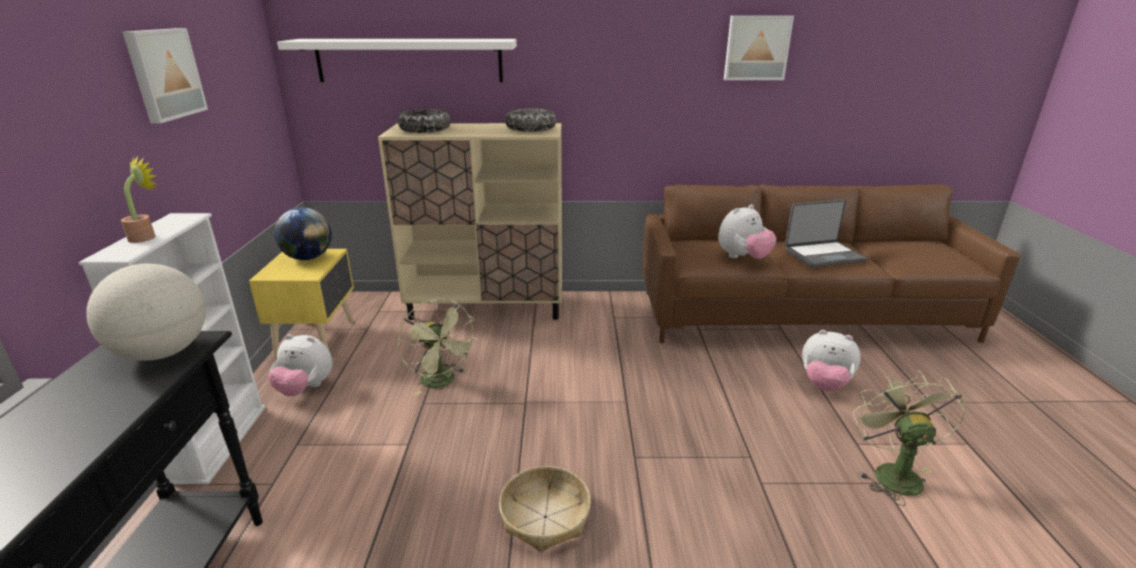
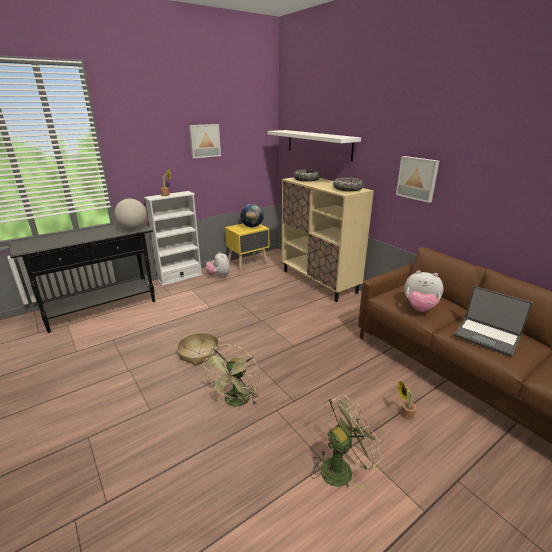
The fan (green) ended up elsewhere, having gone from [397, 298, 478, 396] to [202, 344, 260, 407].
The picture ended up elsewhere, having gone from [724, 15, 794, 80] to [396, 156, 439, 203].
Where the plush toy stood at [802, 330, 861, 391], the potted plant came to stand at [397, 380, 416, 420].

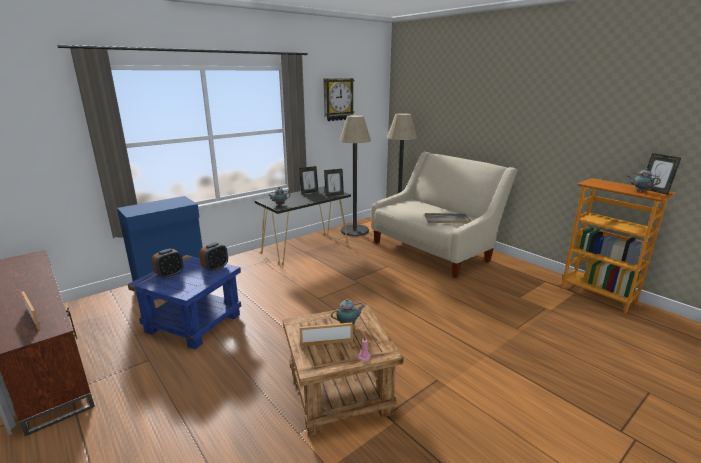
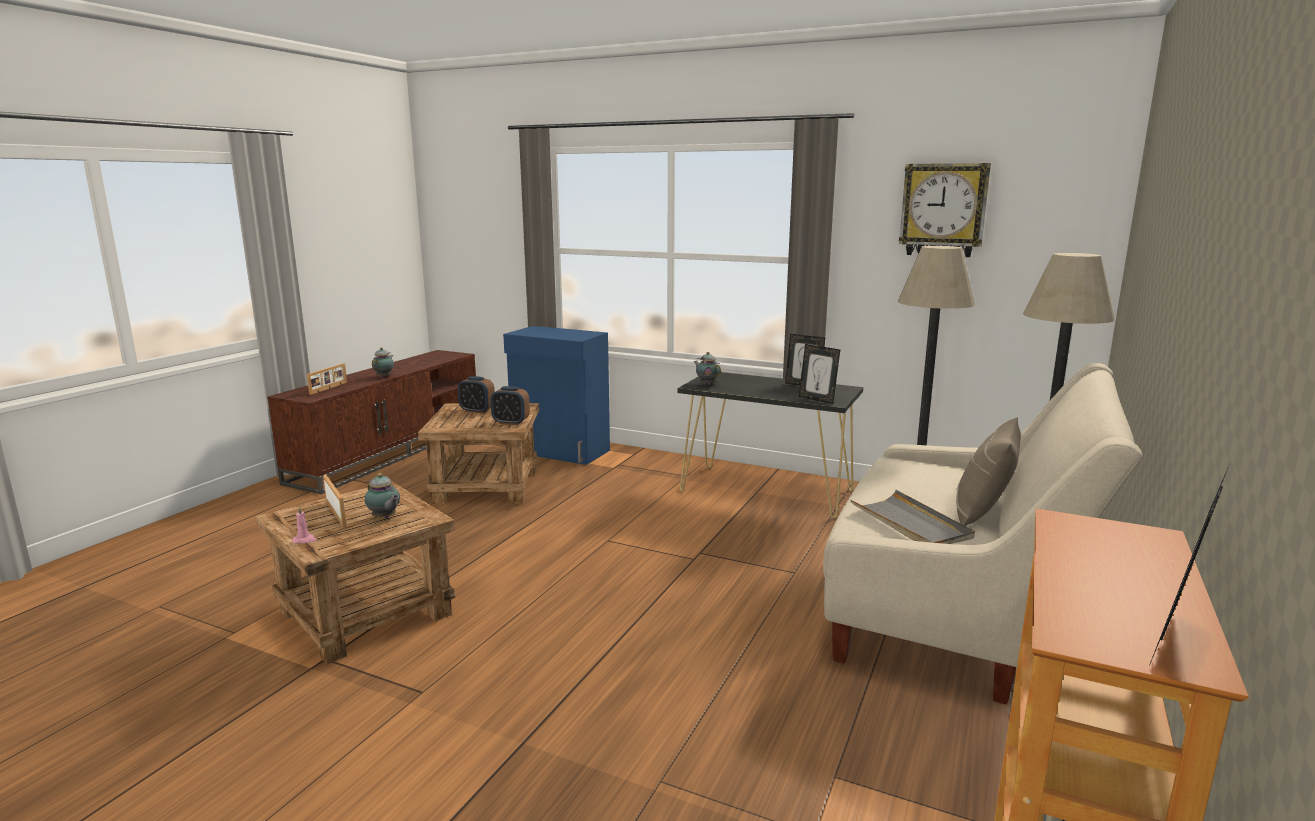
The second view gained the pillow (beige) at [956, 417, 1021, 526].
The teapot ended up elsewhere, having gone from [628, 168, 661, 192] to [372, 348, 394, 378].
What was the side table (blue) at [128, 255, 241, 349] turned into the side table (brown) at [418, 403, 539, 504].

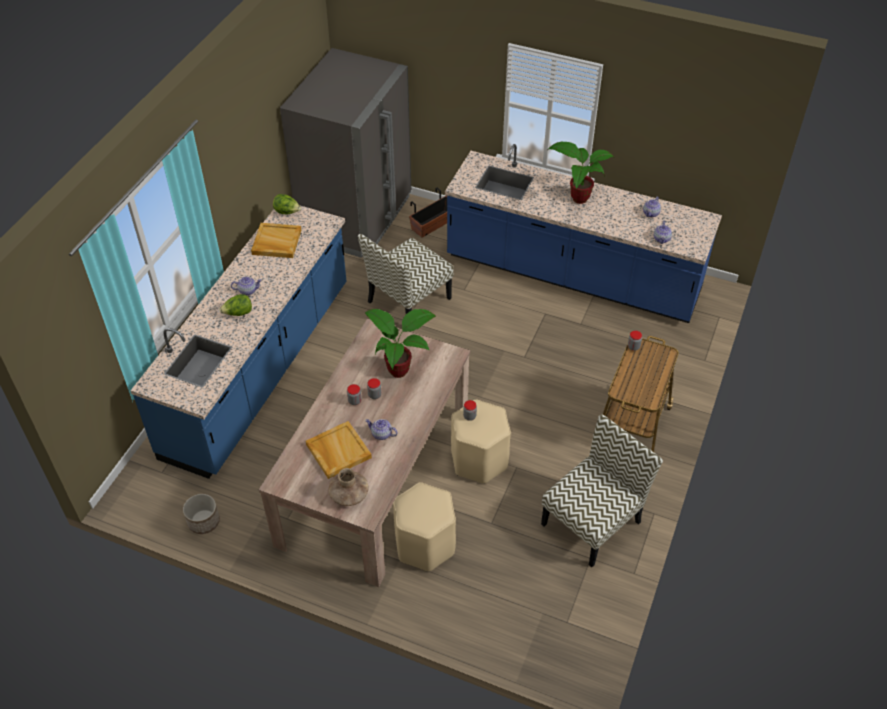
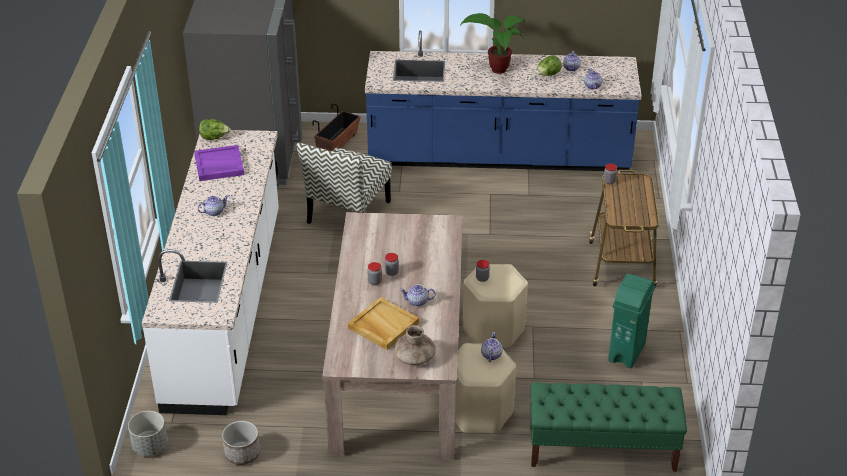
The second view lost the potted plant at [365, 309, 435, 378].
The second view gained the planter (grey) at [128, 411, 167, 456].
The second view gained the teapot at [481, 332, 503, 362].
The second view gained the bench (green) at [530, 383, 687, 472].
The lettuce ended up elsewhere, having gone from [220, 294, 252, 316] to [536, 55, 562, 76].
Where the chair stood at [541, 414, 663, 567], the trash can (green) came to stand at [608, 274, 655, 368].
What was the counter (blue) at [130, 206, 346, 479] turned into the counter (white) at [142, 130, 279, 415].
What was the tray (beige) at [251, 223, 301, 258] turned into the tray (purple) at [194, 145, 244, 181].

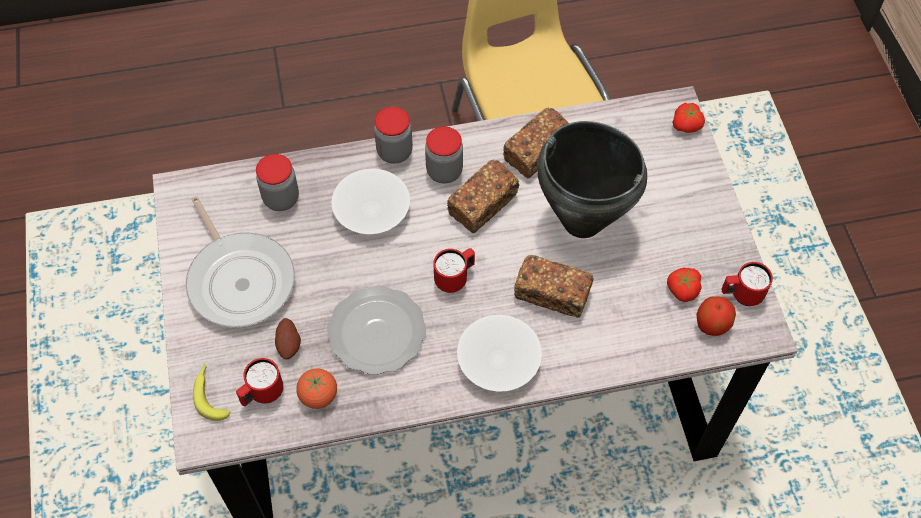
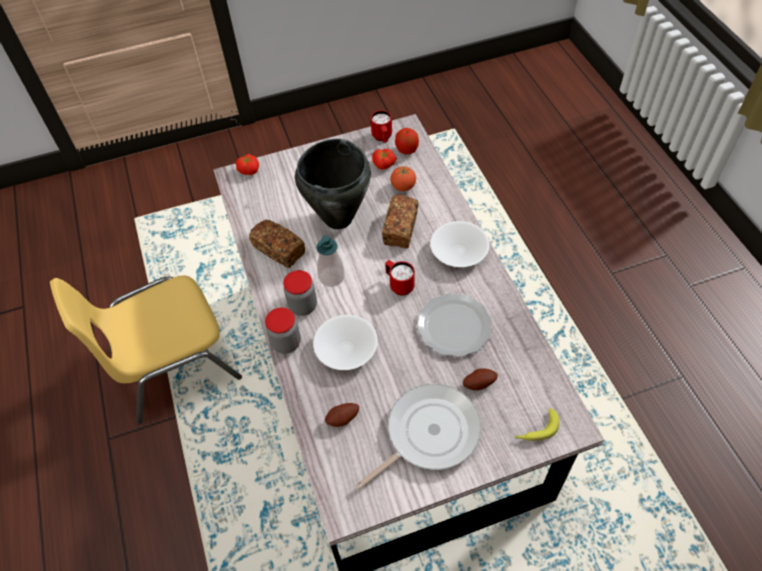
The second view lost the mug (red) at [236, 358, 283, 406].
The tomato ended up elsewhere, having gone from [296, 368, 337, 409] to [390, 166, 416, 191].
Where the jar stood at [256, 154, 299, 211], the potato came to stand at [325, 403, 359, 427].
Where the bread stood at [447, 160, 519, 233], the soap dispenser came to stand at [317, 235, 345, 287].

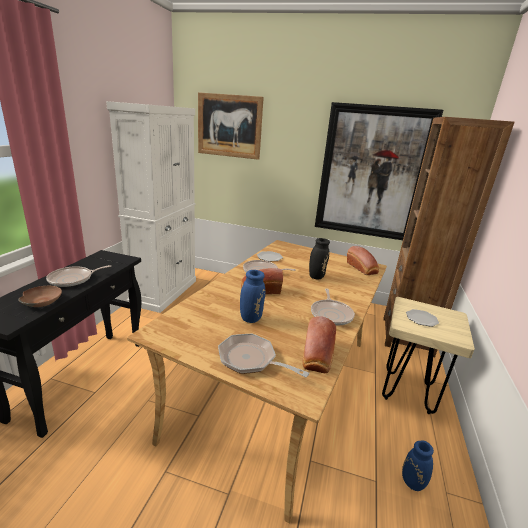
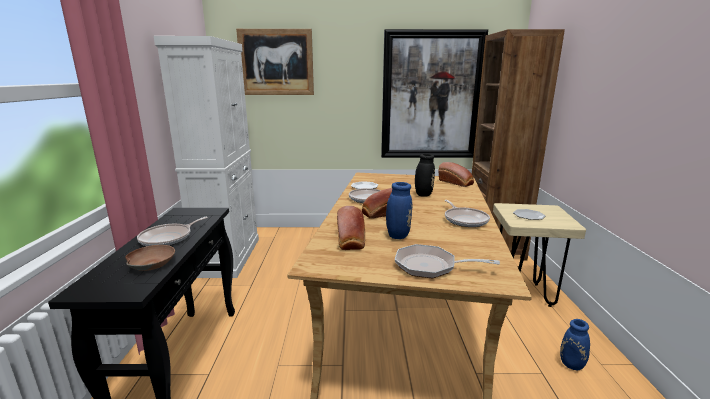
The bread ended up elsewhere, having gone from [302, 316, 336, 373] to [337, 206, 365, 250].

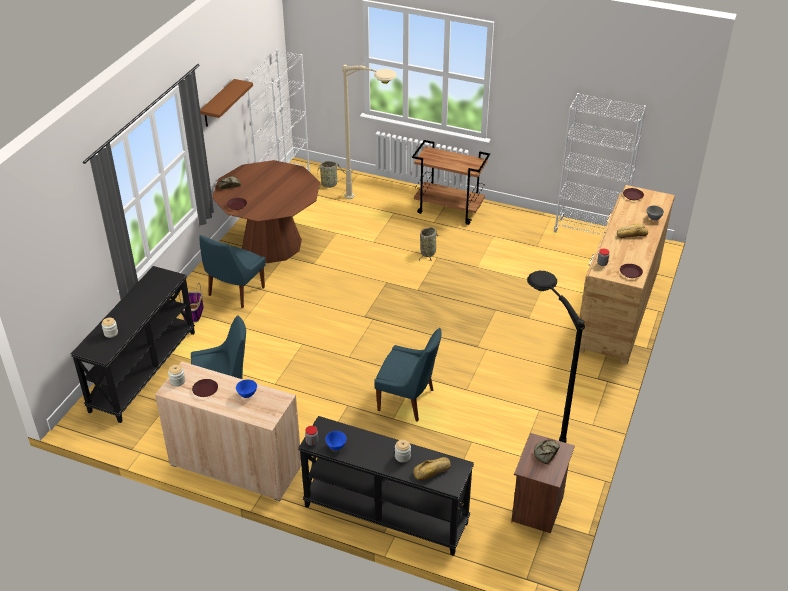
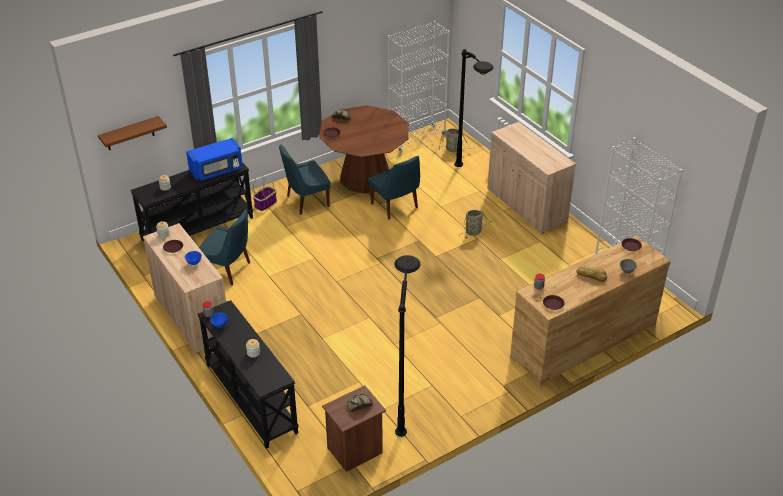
The second view lost the bread at [413, 457, 451, 480].
The second view gained the microwave (blue) at [186, 138, 243, 180].
The shelf (brown) ended up elsewhere, having gone from [200, 79, 253, 127] to [98, 116, 167, 150].
The chair (blue) ended up elsewhere, having gone from [374, 328, 442, 422] to [368, 156, 420, 220].
Where the cart (brown) stood at [412, 140, 490, 225], the cabinet (beige) came to stand at [487, 122, 576, 234].
What was the floor lamp (beige) at [342, 65, 396, 199] turned into the floor lamp (black) at [454, 49, 494, 167].

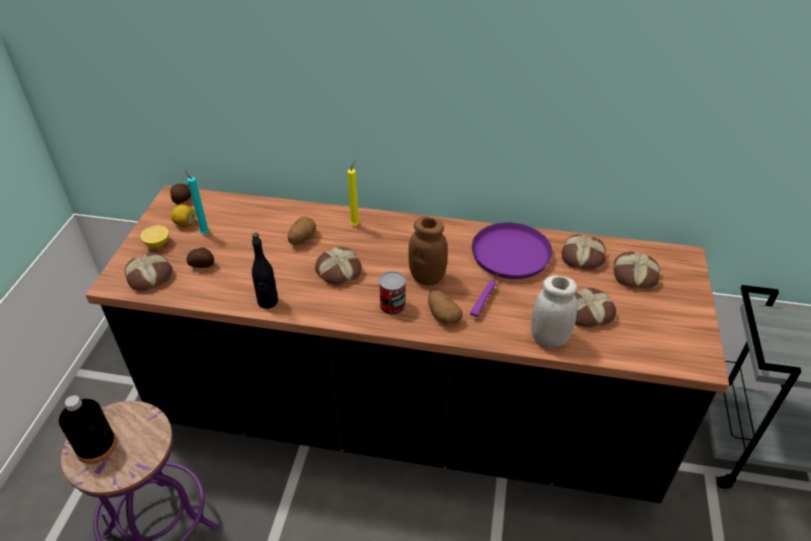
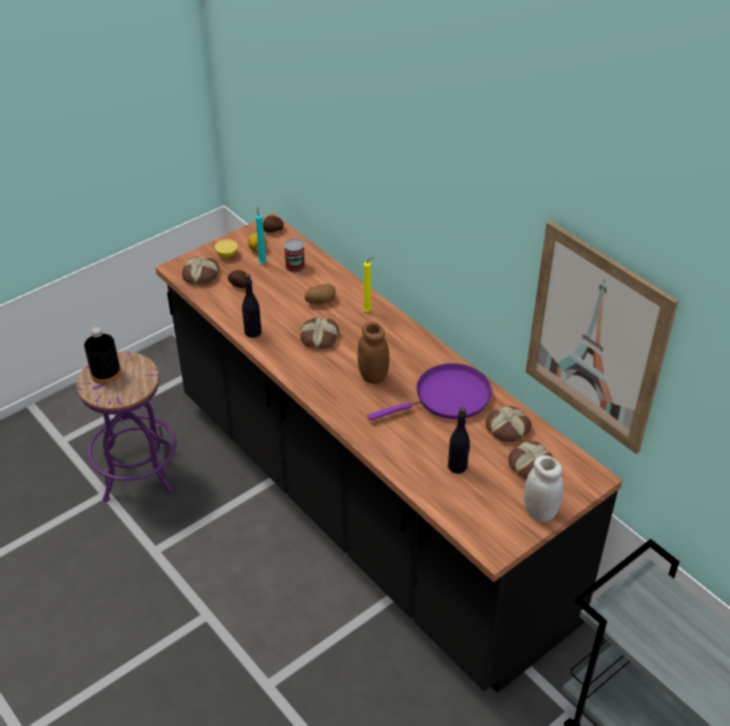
The second view lost the potato at [428, 290, 463, 324].
The second view gained the picture at [526, 221, 678, 454].
The can ended up elsewhere, having gone from [379, 271, 406, 315] to [284, 239, 305, 273].
The jar (white) ended up elsewhere, having gone from [531, 275, 578, 347] to [523, 455, 564, 522].
Where the bread stood at [574, 288, 616, 327], the bottle (black) came to stand at [448, 407, 470, 474].

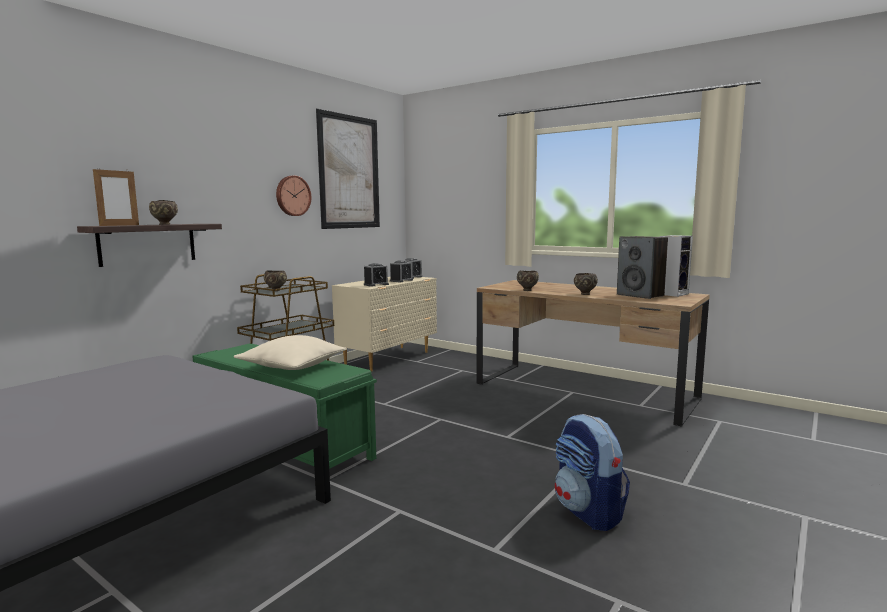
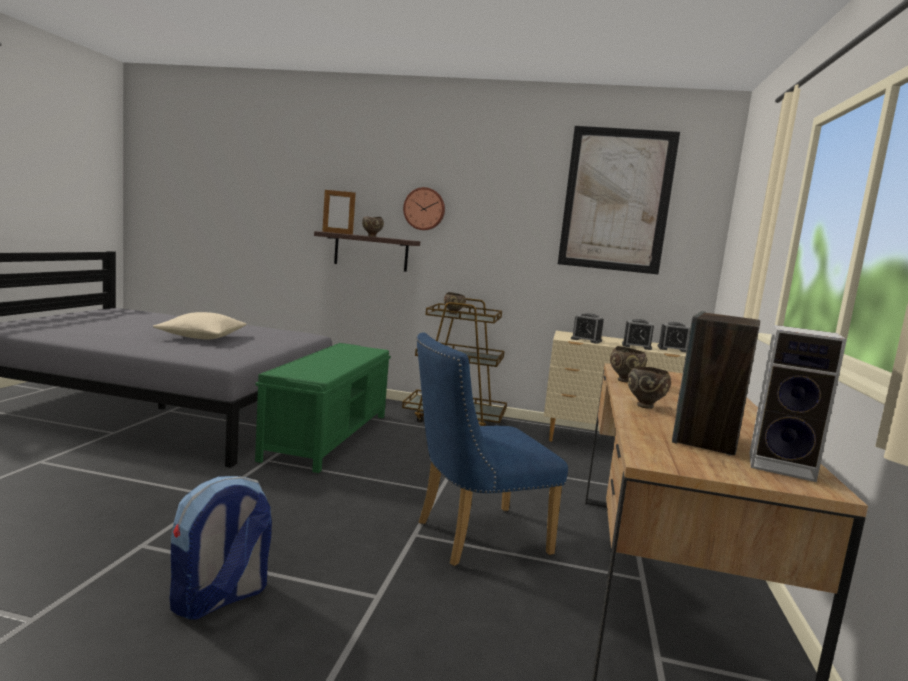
The second view gained the chair (blue) at [417, 332, 568, 566].
The pillow (beige) ended up elsewhere, having gone from [233, 335, 347, 370] to [153, 312, 247, 339].
The wall clock ended up elsewhere, having gone from [276, 175, 311, 216] to [403, 187, 445, 230].

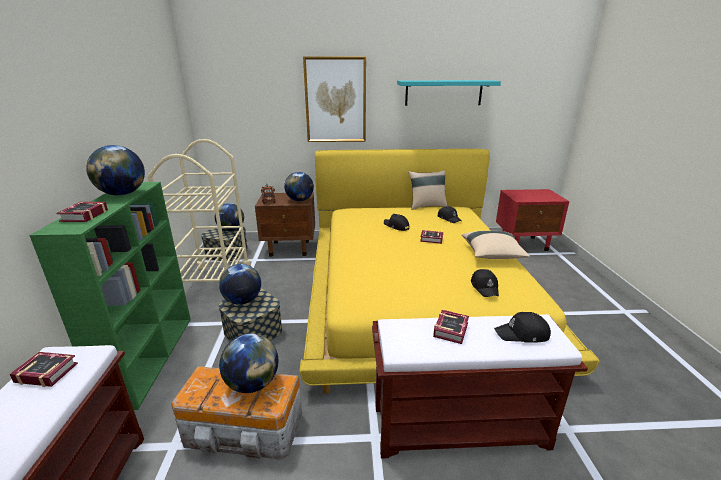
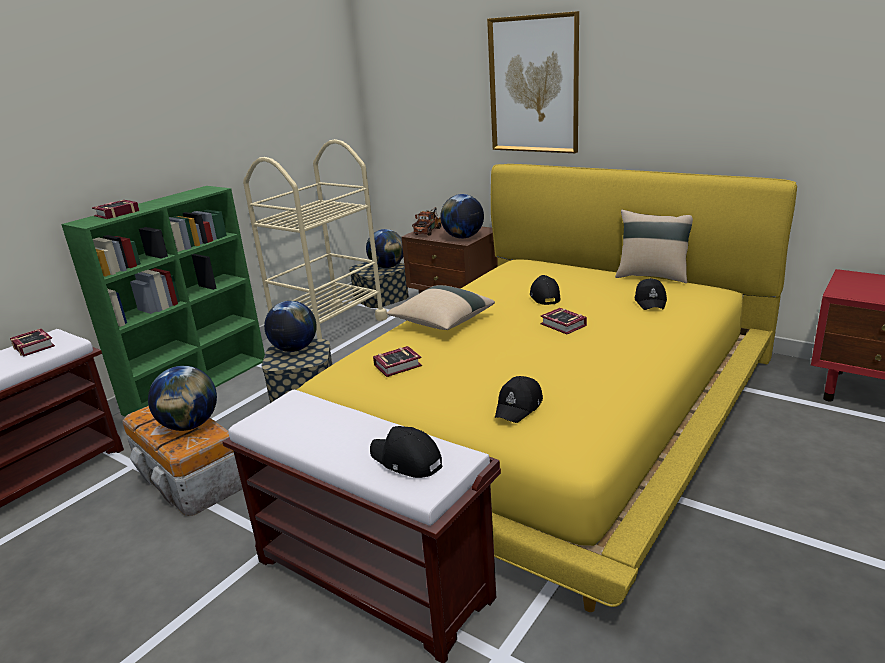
The second view lost the globe at [86, 145, 145, 196].
The second view lost the shelf (turquoise) at [397, 80, 501, 106].
The book ended up elsewhere, having gone from [433, 310, 469, 344] to [373, 346, 422, 377].
The pillow (beige) ended up elsewhere, having gone from [462, 231, 530, 259] to [386, 285, 495, 330].

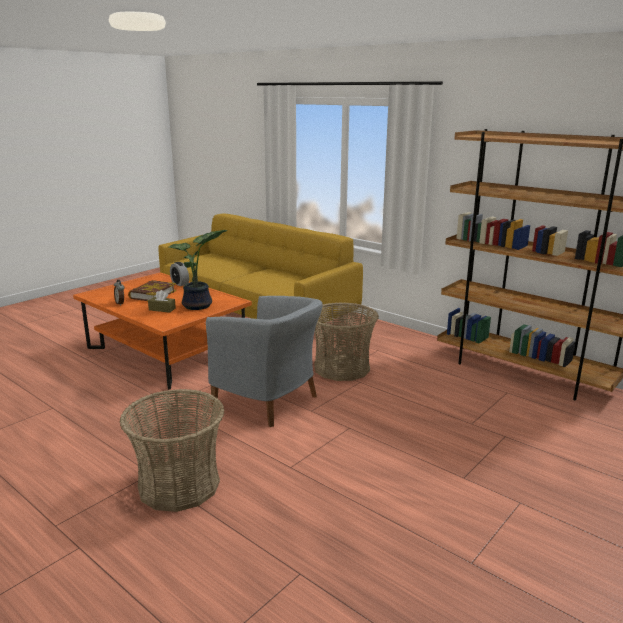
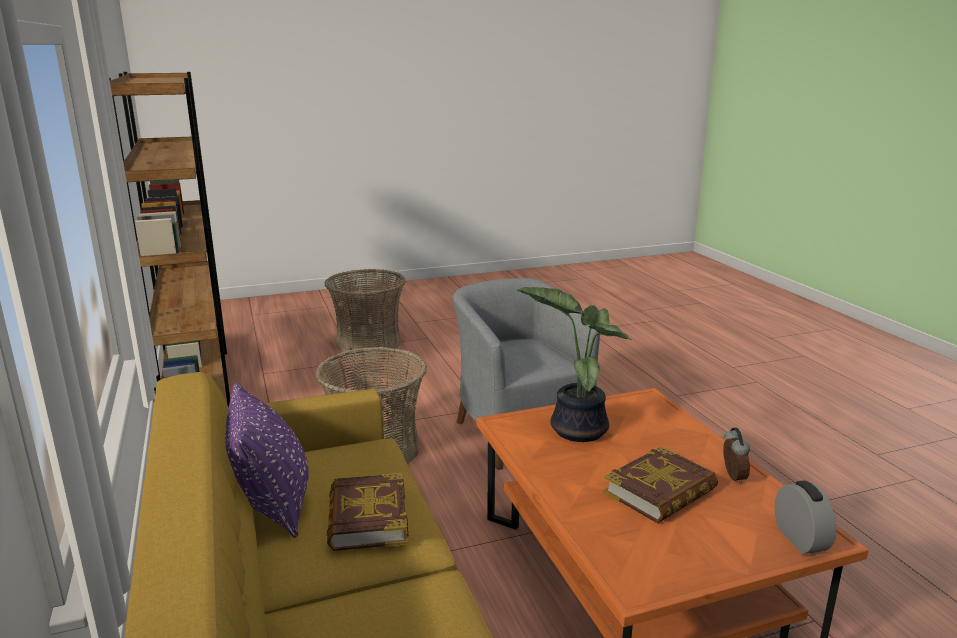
The second view lost the tissue box (brown) at [148, 290, 176, 313].
The second view gained the pillow (purple) at [225, 382, 309, 538].
The second view gained the book at [327, 473, 408, 551].
The basket ended up elsewhere, having gone from [120, 389, 224, 512] to [325, 269, 406, 356].
The alarm clock ended up elsewhere, having gone from [170, 262, 189, 286] to [775, 481, 837, 554].

